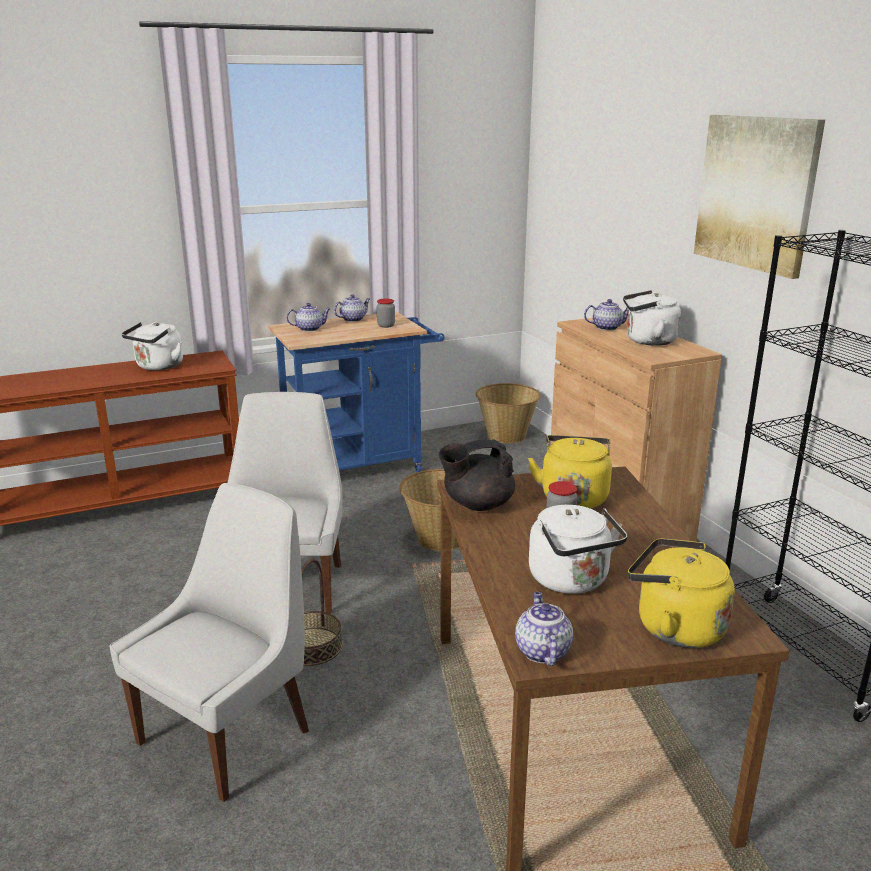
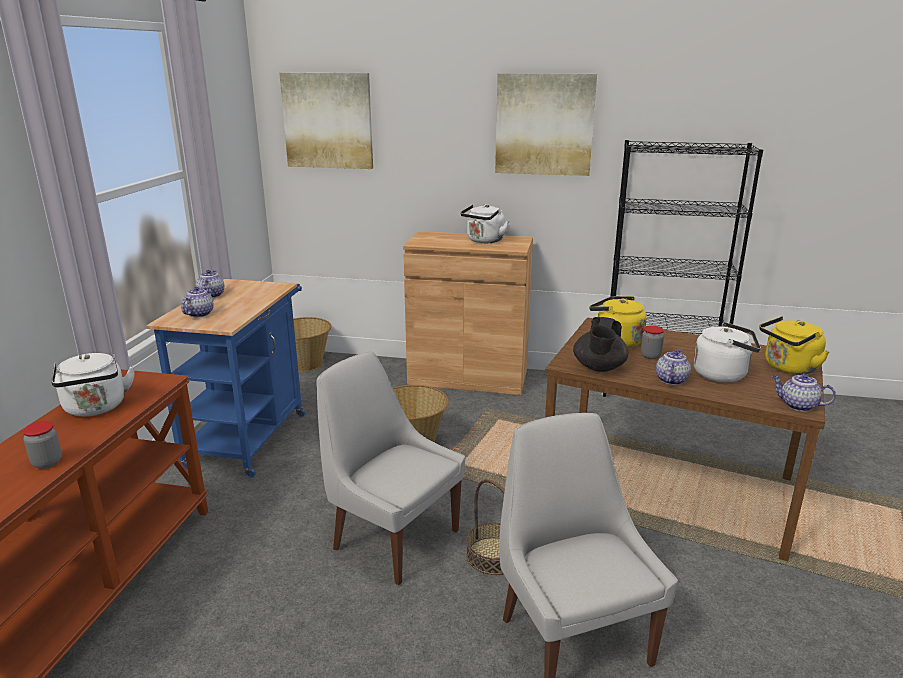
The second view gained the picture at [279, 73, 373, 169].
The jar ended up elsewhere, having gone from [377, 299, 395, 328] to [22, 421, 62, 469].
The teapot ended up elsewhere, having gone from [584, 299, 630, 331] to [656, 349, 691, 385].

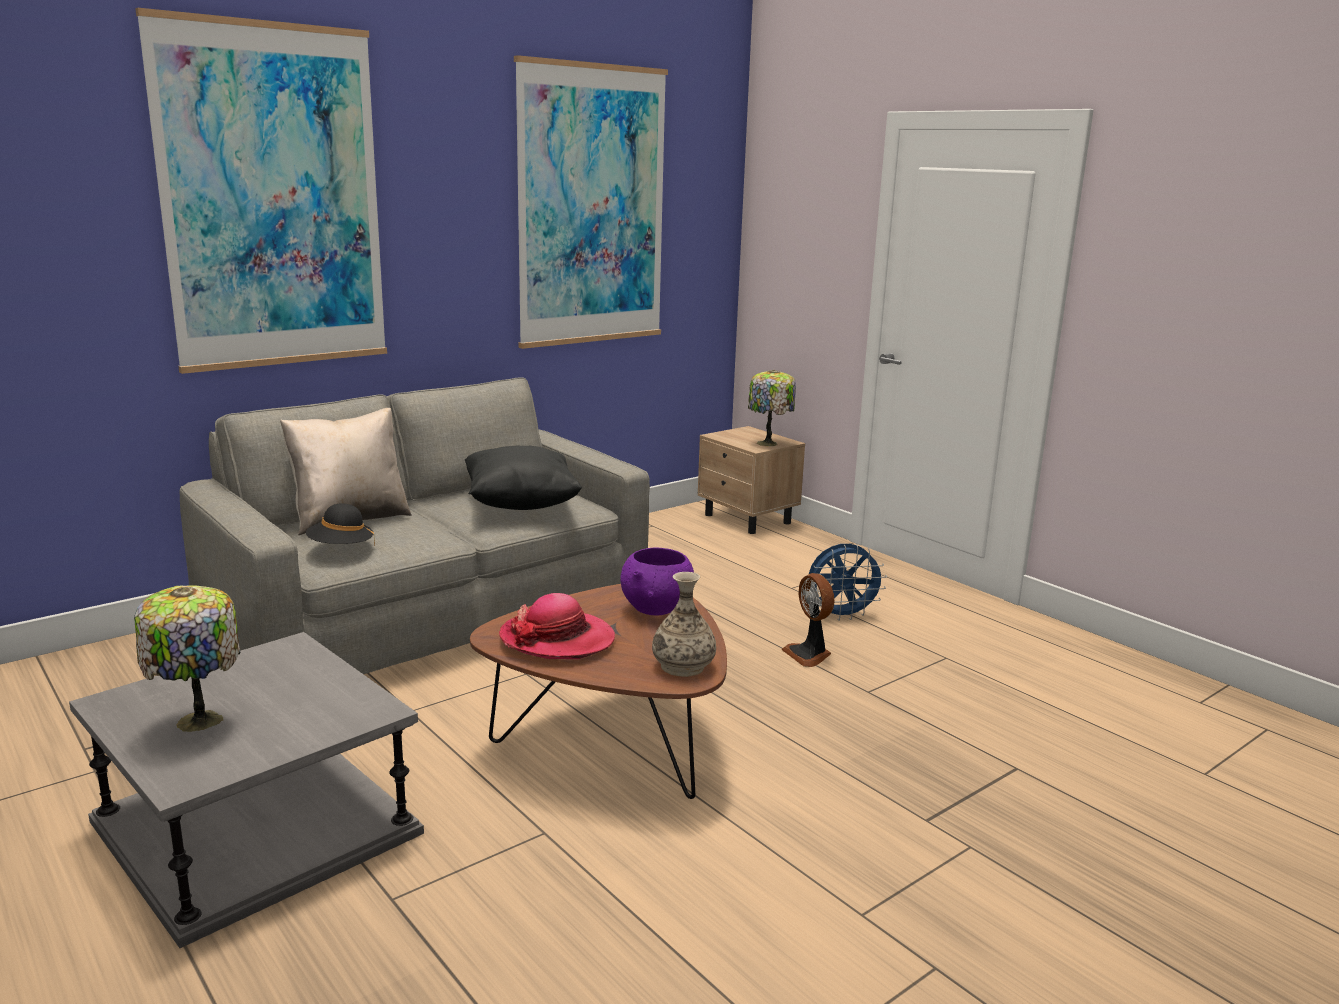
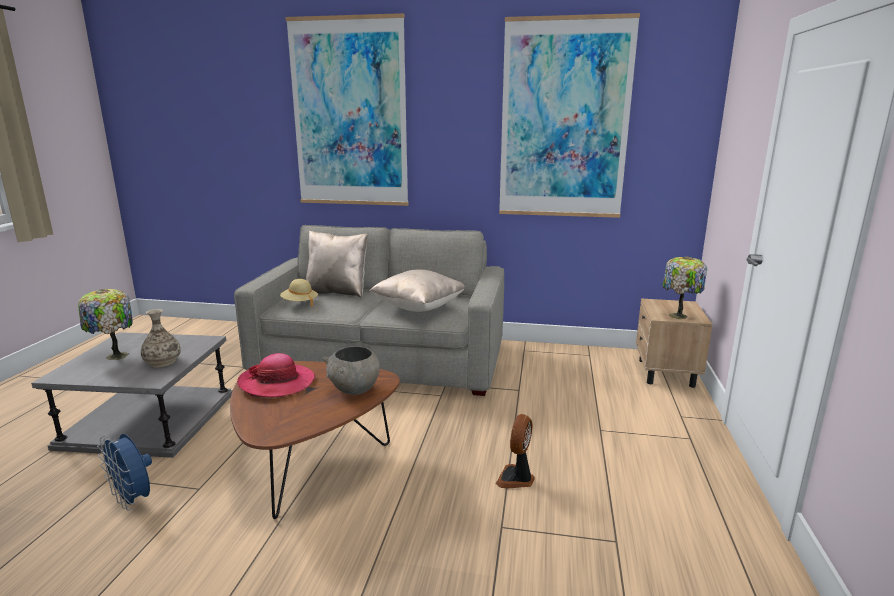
The vase ended up elsewhere, having gone from [652, 572, 716, 677] to [141, 309, 181, 368].
The fan (blue) ended up elsewhere, having gone from [809, 544, 887, 621] to [97, 434, 152, 511].
What was the hat (black) at [306, 503, 375, 546] turned into the hat (beige) at [280, 279, 318, 307].
What was the pillow (black) at [465, 446, 582, 510] turned into the pillow (beige) at [370, 269, 466, 312].
What was the bowl (purple) at [620, 548, 694, 615] turned into the bowl (grey) at [323, 346, 380, 395].

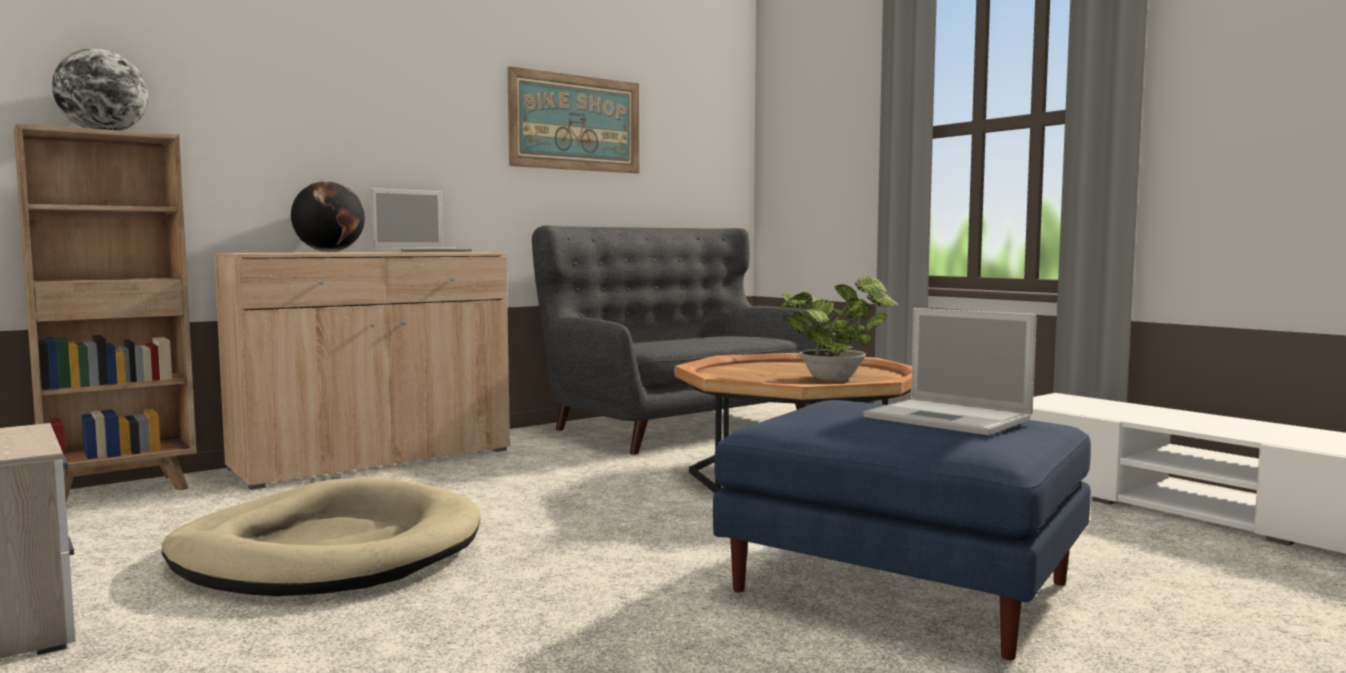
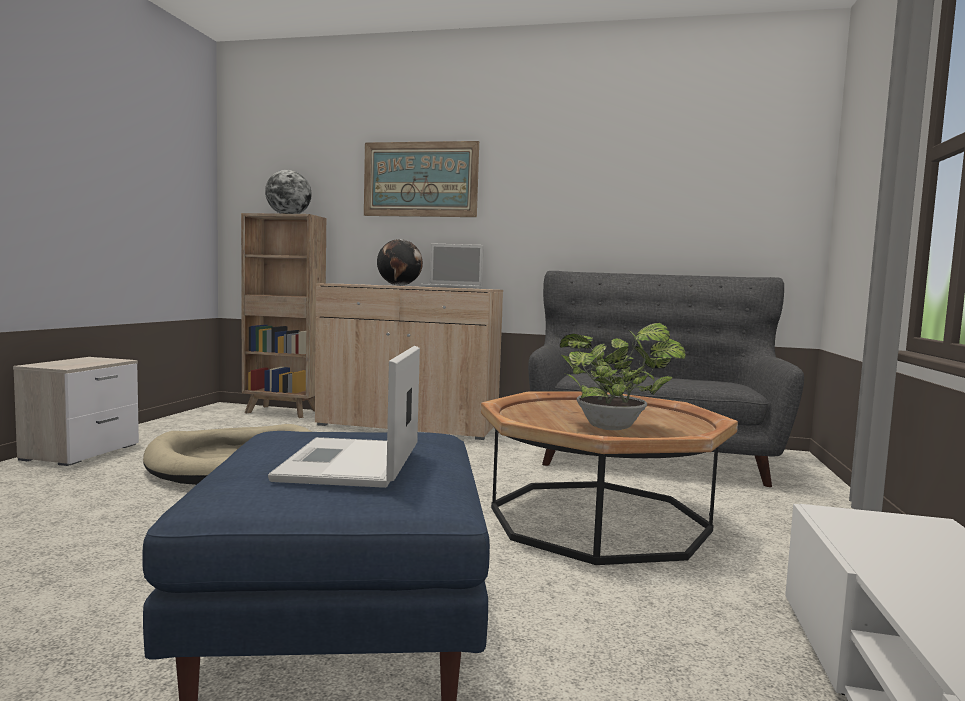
The picture ended up elsewhere, having gone from [507, 66, 639, 173] to [364, 141, 479, 217].

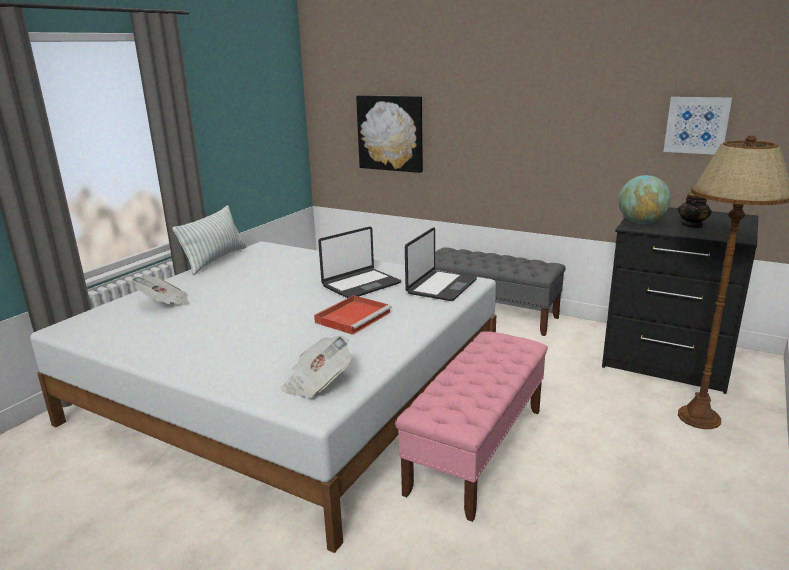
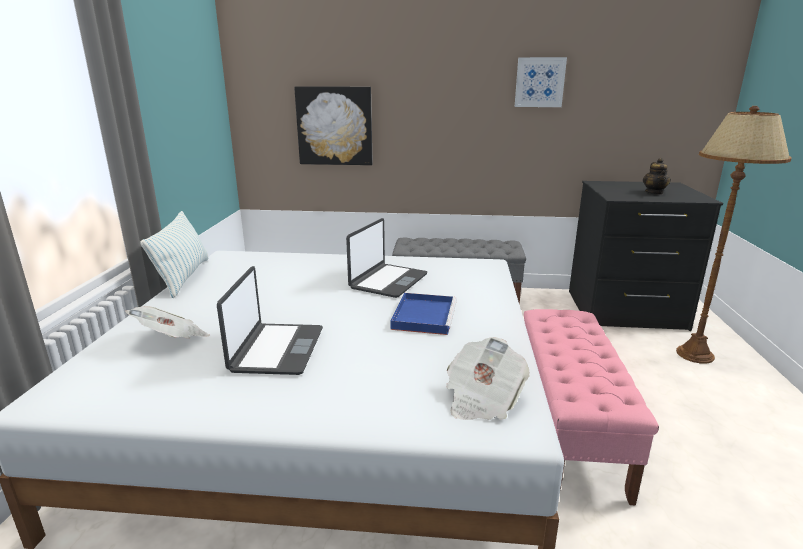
The second view lost the globe at [618, 175, 671, 224].
The laptop ended up elsewhere, having gone from [405, 228, 477, 301] to [217, 266, 323, 375].
The picture ended up elsewhere, having gone from [664, 97, 732, 155] to [515, 57, 567, 107].
What was the tray (red) at [314, 295, 392, 335] turned into the tray (blue) at [391, 293, 457, 335].

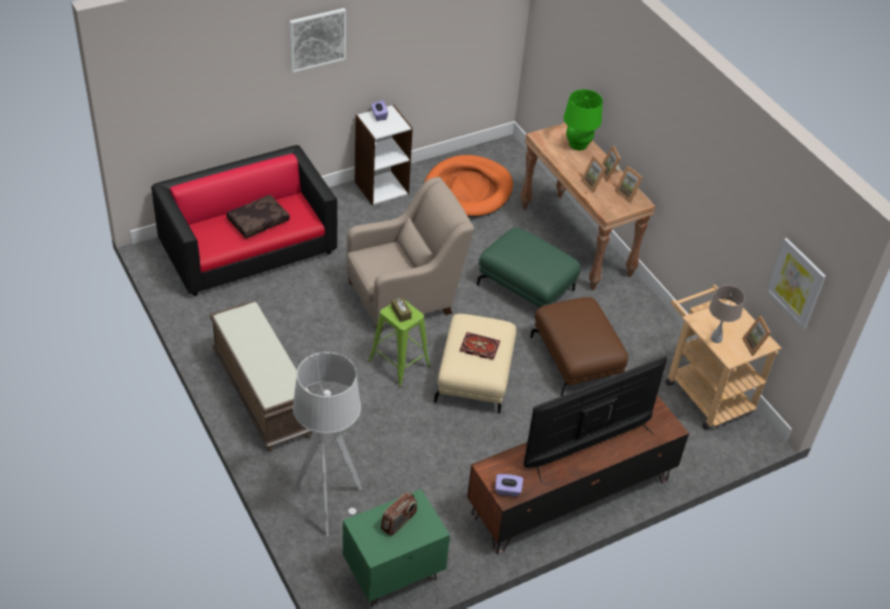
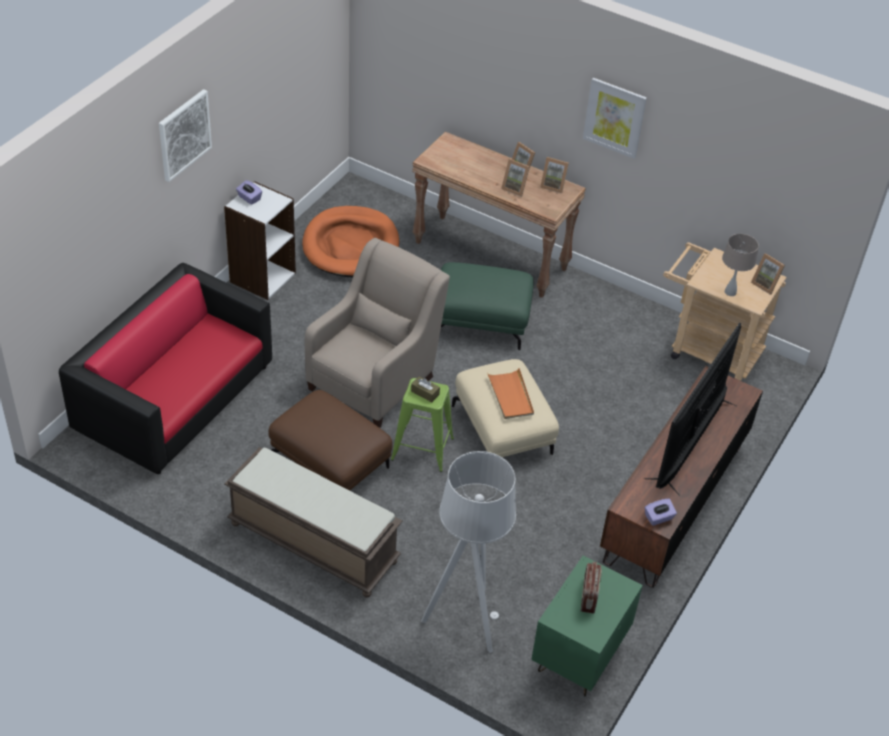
The second view lost the pillow (brown) at [226, 195, 290, 238].
The second view lost the table lamp (green) at [564, 89, 603, 150].
The ottoman (brown) ended up elsewhere, having gone from [530, 297, 628, 396] to [268, 390, 393, 491].
The picture ended up elsewhere, having gone from [766, 238, 826, 329] to [583, 78, 647, 159].
Where the book stood at [460, 332, 500, 360], the tray (orange) came to stand at [487, 368, 534, 419].

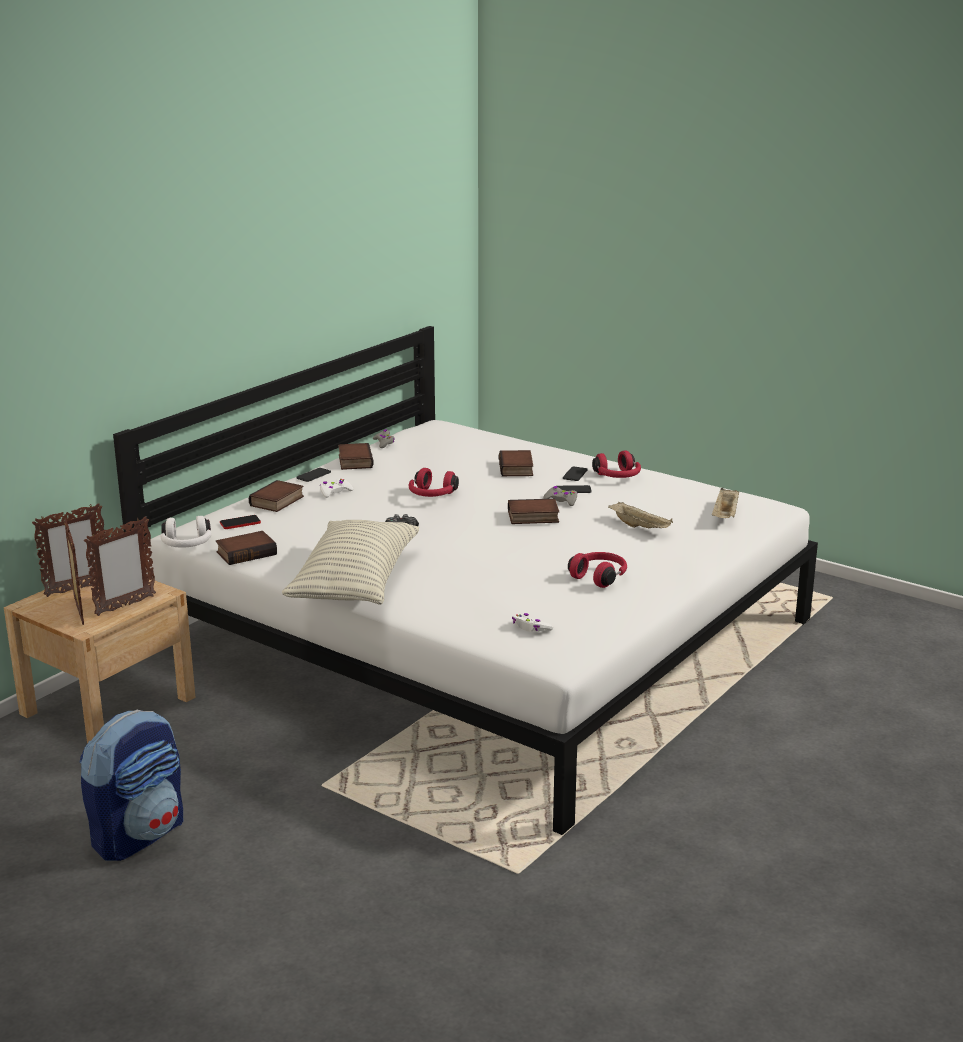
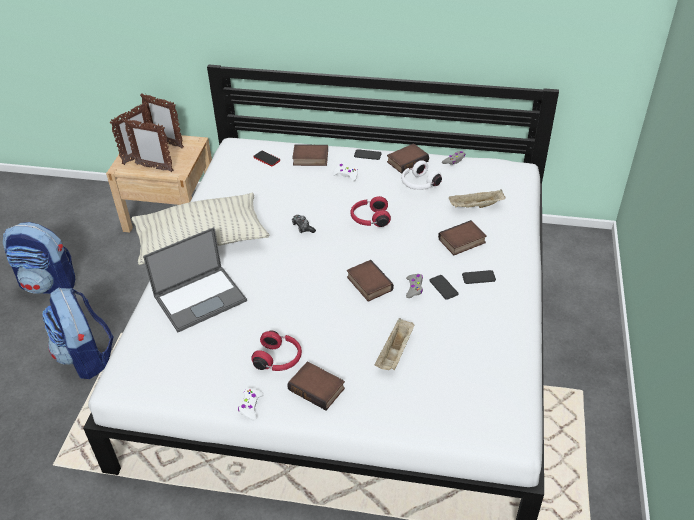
The second view lost the headphones (red) at [592, 451, 641, 478].
The second view gained the backpack at [42, 287, 113, 379].
The second view gained the laptop at [143, 227, 247, 332].
The headphones (white) ended up elsewhere, having gone from [161, 516, 212, 548] to [401, 160, 442, 190].
The book ended up elsewhere, having gone from [216, 531, 277, 565] to [287, 361, 345, 410].
The game controller (white) ended up elsewhere, having gone from [512, 613, 553, 632] to [238, 388, 264, 420].
The tray (beige) ended up elsewhere, having gone from [712, 488, 740, 518] to [449, 189, 505, 208].

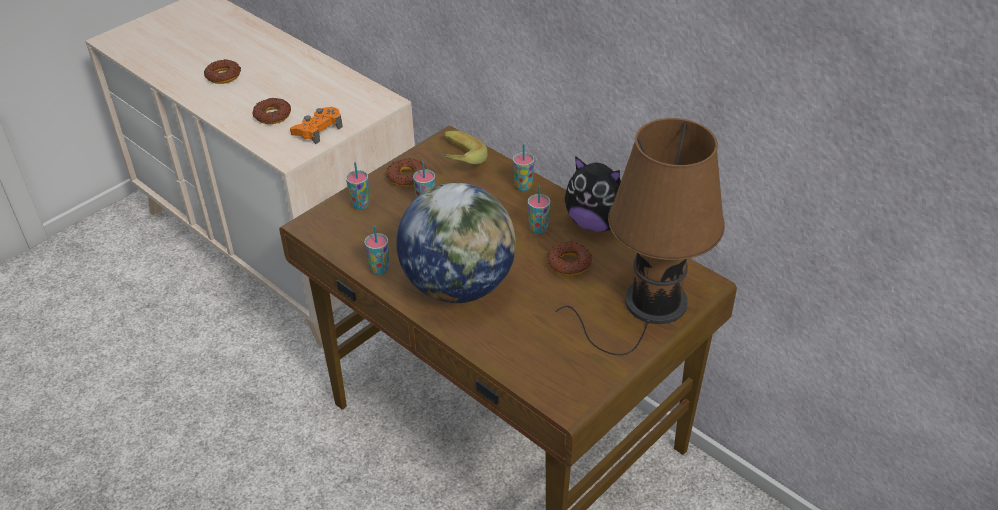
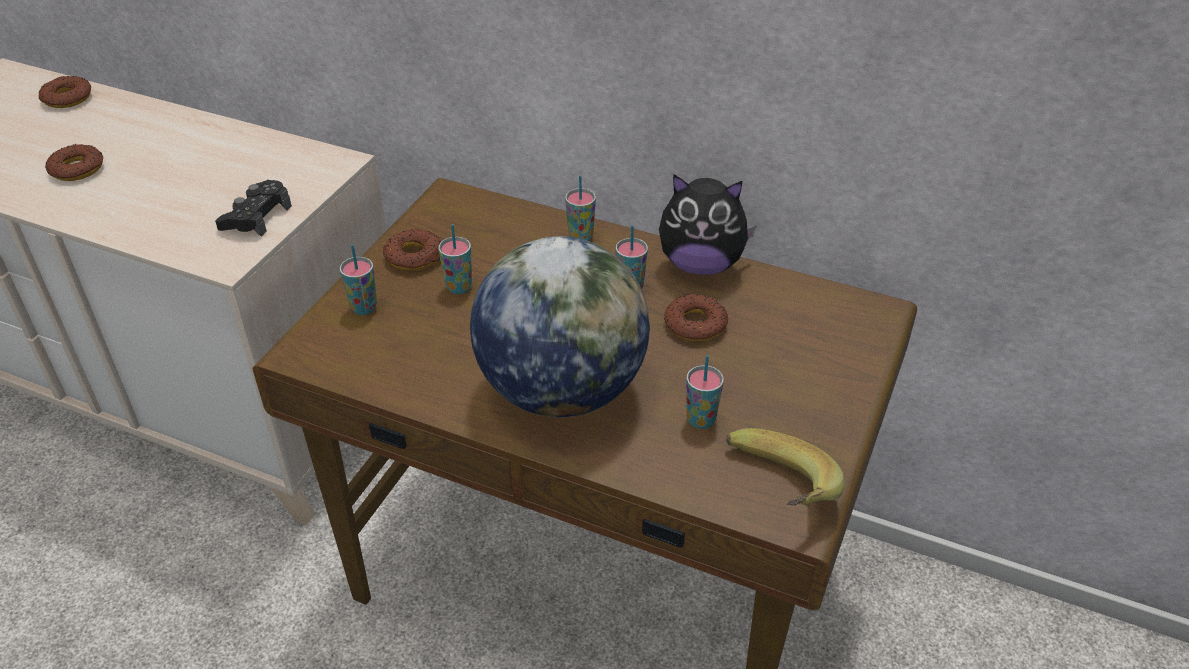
The second view lost the table lamp (brown) at [556, 118, 725, 355].
The donut ended up elsewhere, having gone from [252, 98, 291, 124] to [39, 76, 91, 108].
The cup ended up elsewhere, having gone from [364, 226, 389, 275] to [686, 355, 724, 429].
The banana ended up elsewhere, having gone from [439, 131, 488, 165] to [726, 428, 845, 506].
What was the game controller (orange) at [290, 107, 343, 144] turned into the game controller (black) at [215, 180, 292, 237].

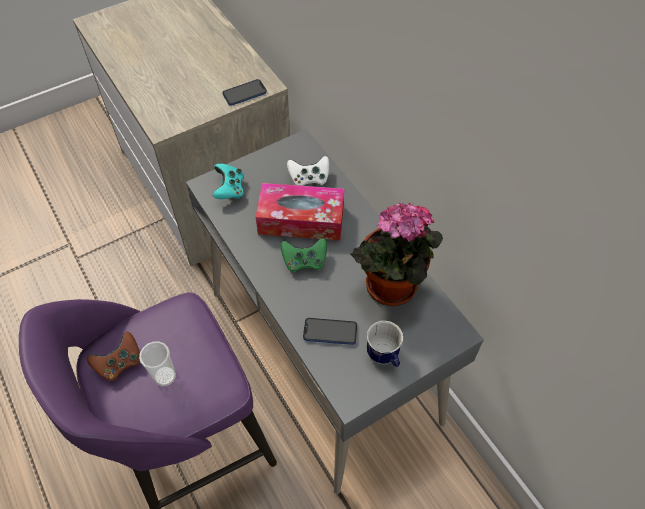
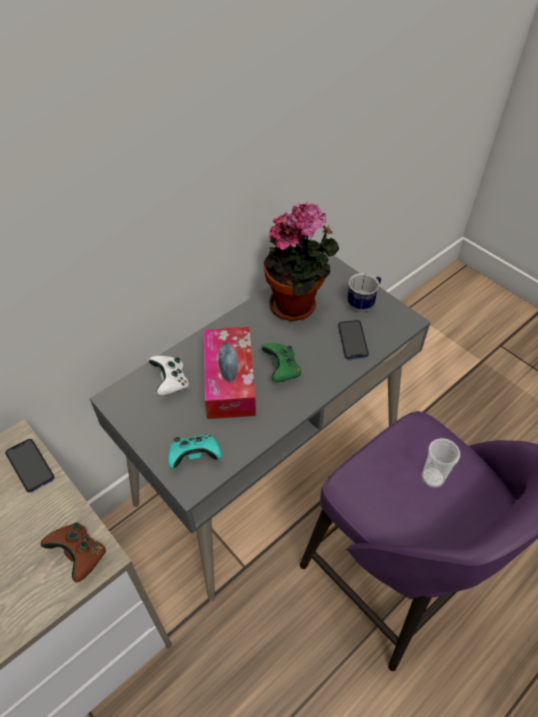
The game controller (brown) ended up elsewhere, having gone from [87, 332, 140, 381] to [41, 522, 106, 582].

